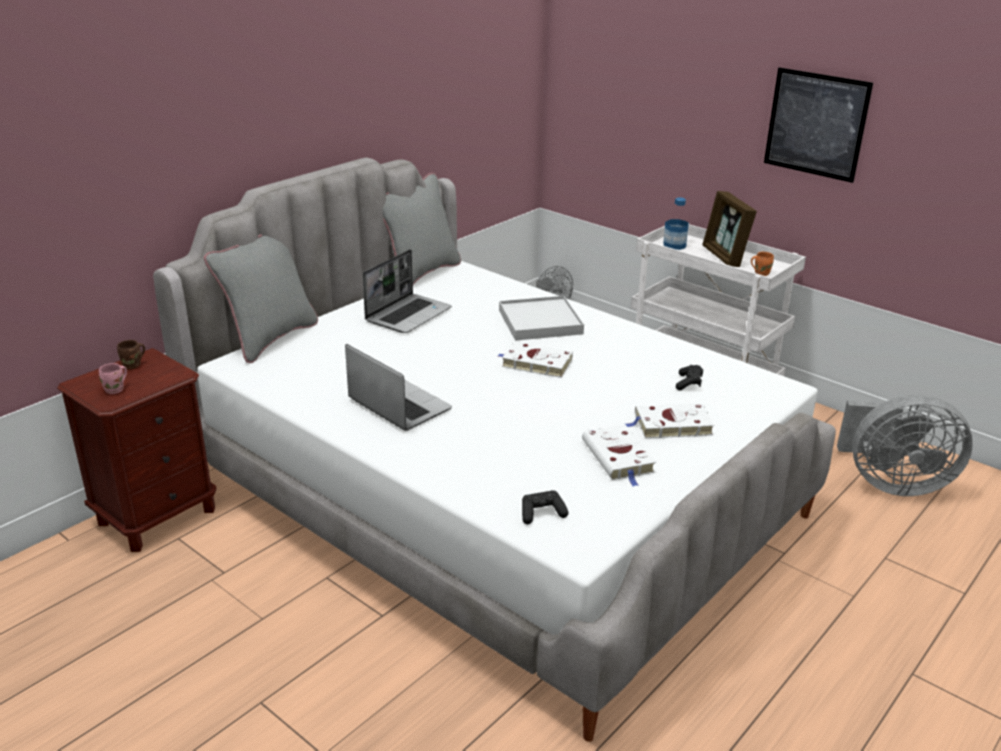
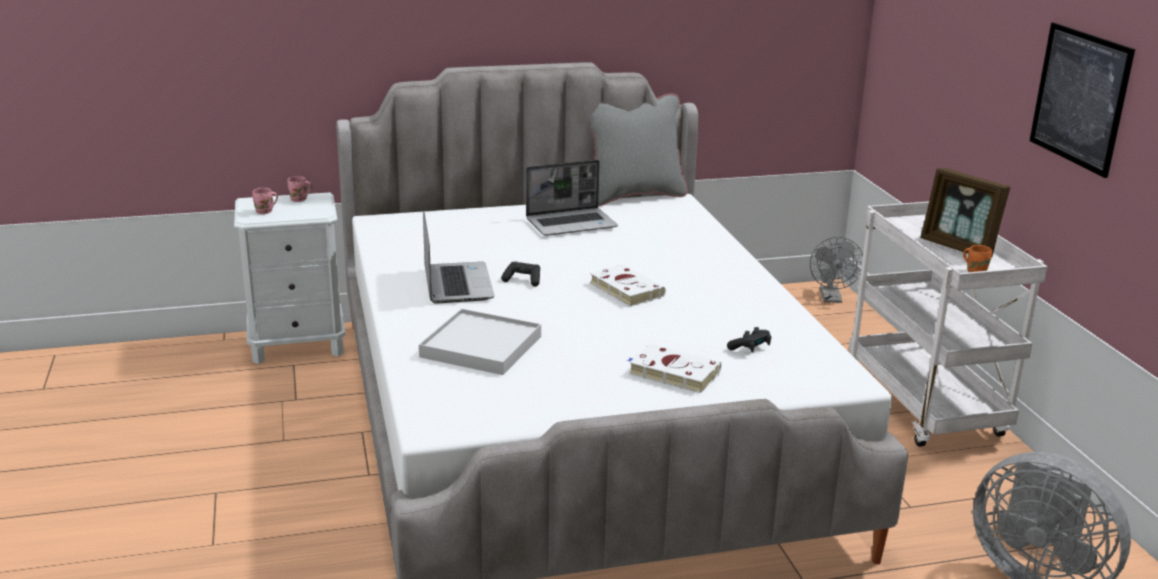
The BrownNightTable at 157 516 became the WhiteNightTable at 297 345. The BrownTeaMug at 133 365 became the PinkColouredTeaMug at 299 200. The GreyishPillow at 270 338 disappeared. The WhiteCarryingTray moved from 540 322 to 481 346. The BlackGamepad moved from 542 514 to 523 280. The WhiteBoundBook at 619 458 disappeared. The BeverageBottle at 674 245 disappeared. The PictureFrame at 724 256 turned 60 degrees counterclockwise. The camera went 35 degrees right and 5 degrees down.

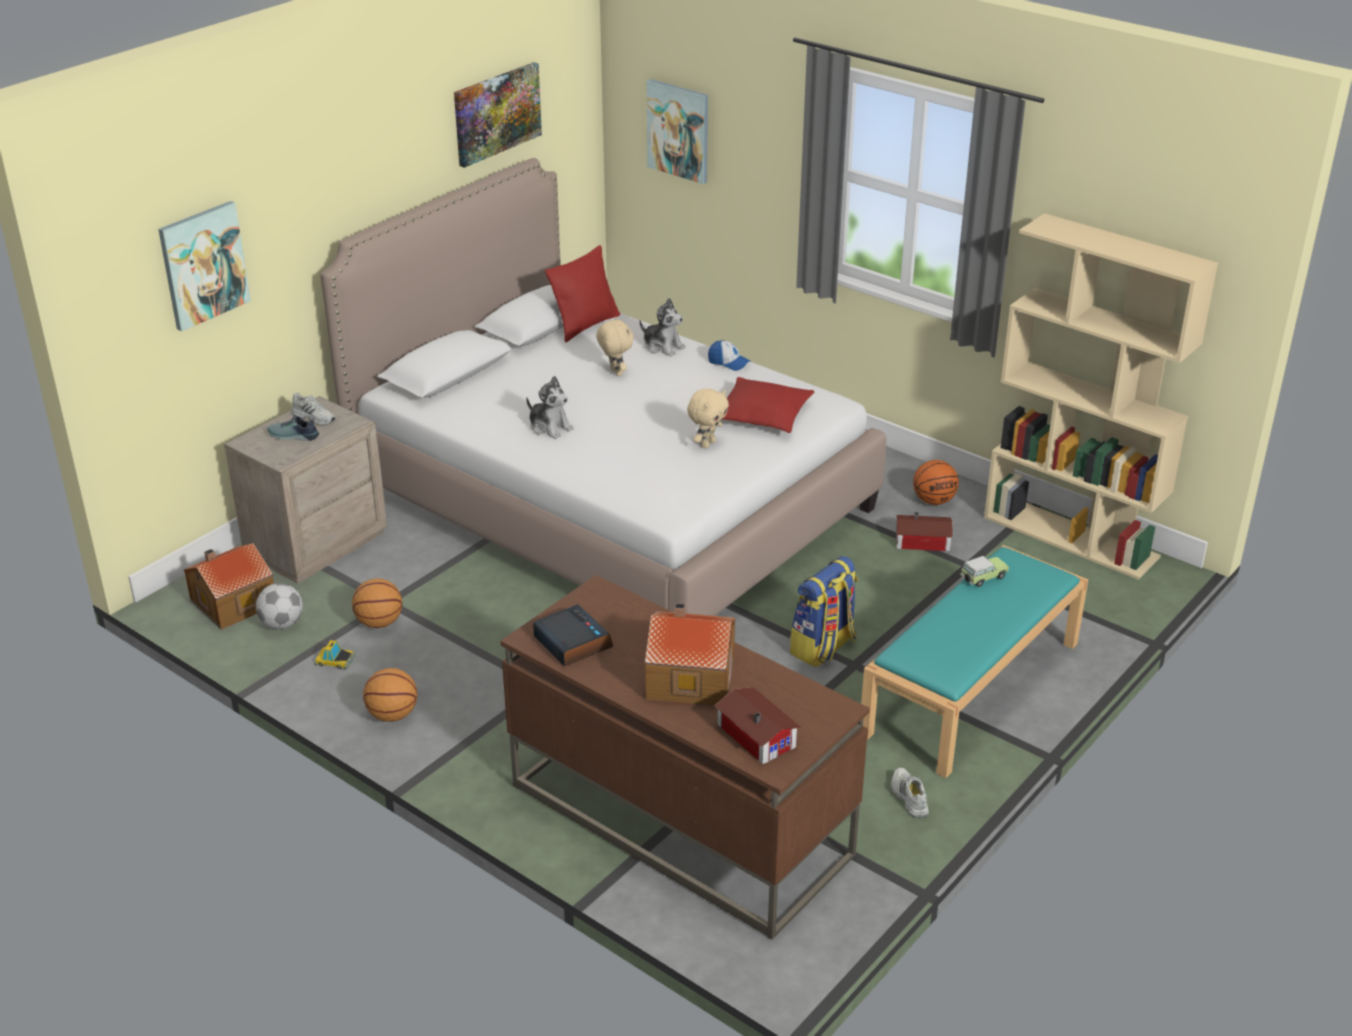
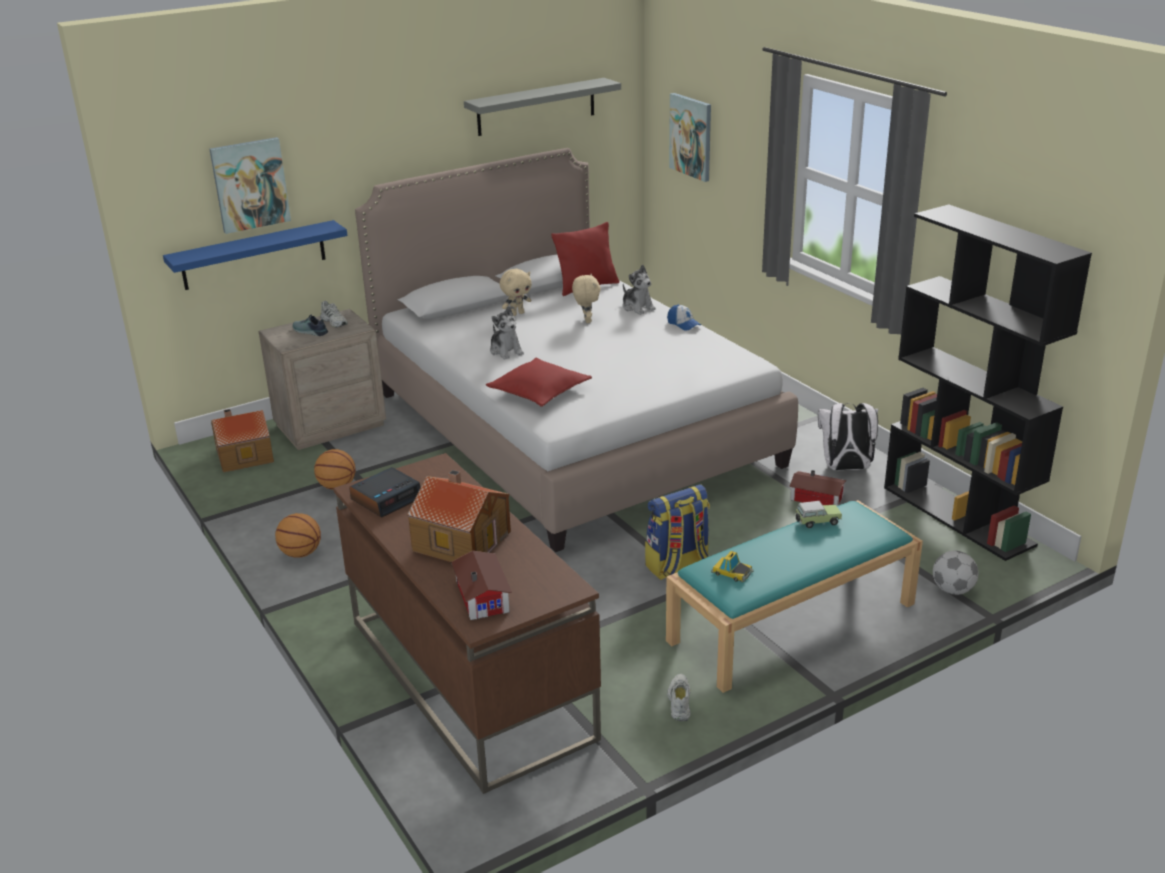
The FootballBall moved from 282 624 to 952 590. The ModelCar moved from 335 660 to 732 572. The WallPicture at 496 113 was replaced by the GreyishBracketShelf at 536 107. The AlarmClock at 572 642 turned 60 degrees clockwise. The BeigeColouredCuddlyToy moved from 707 444 to 517 314. The ReddishPillow moved from 763 415 to 539 392. The BallForBasketball at 934 501 was replaced by the WhiteKnapsack at 845 468. The BeigeColouredBookshelf at 1071 537 became the BlackBookshelf at 959 516. The BlueColouredBracketShelf at 254 255 appeared. The camera went 20 degrees right and 5 degrees down.

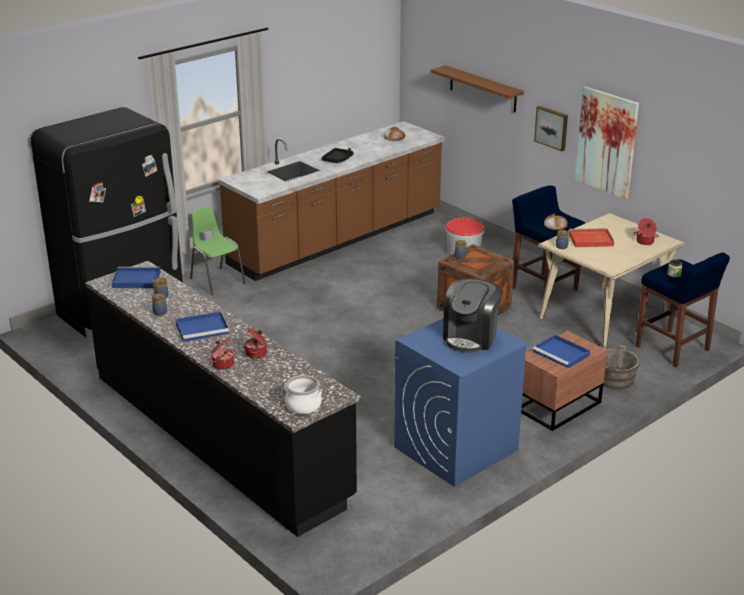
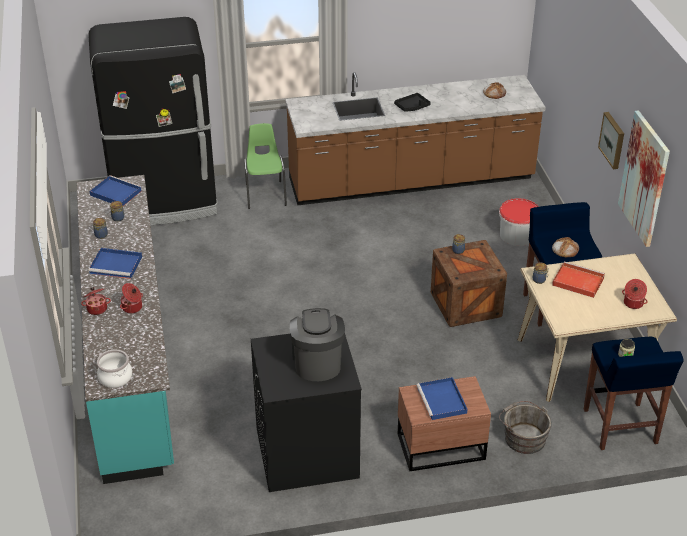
The BlackCounter at 219 435 became the TurquoiseColouredCounter at 131 357. The BlueColouredWashingMachine at 455 449 became the BlackWashingMachine at 306 453. The BrownBracketShelf at 483 89 disappeared. The CoffeeMachine at 471 337 turned 120 degrees clockwise. The camera went 30 degrees right and 10 degrees up.

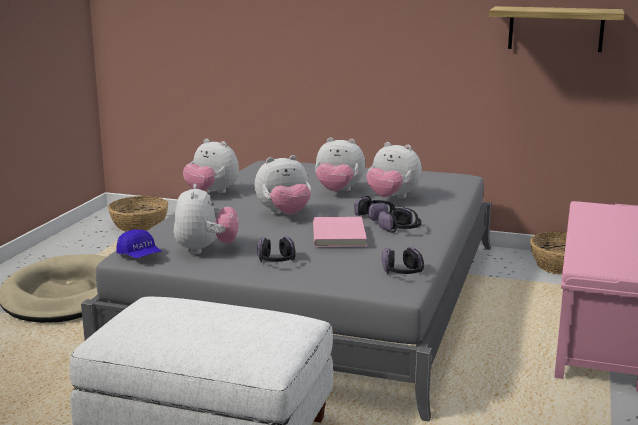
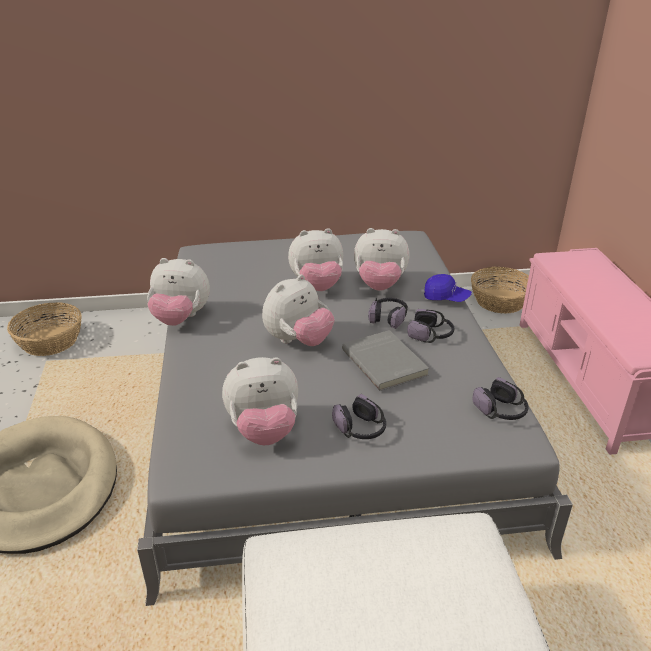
The BlueColouredPeakedCap moved from 140 256 to 446 297. The CuddlyToy at 205 250 turned 105 degrees clockwise. The PinkColouredBoundBook at 340 235 became the GreyishBoundBook at 385 362. The BracketShelf at 555 29 disappeared. The camera went 25 degrees left and 15 degrees up.

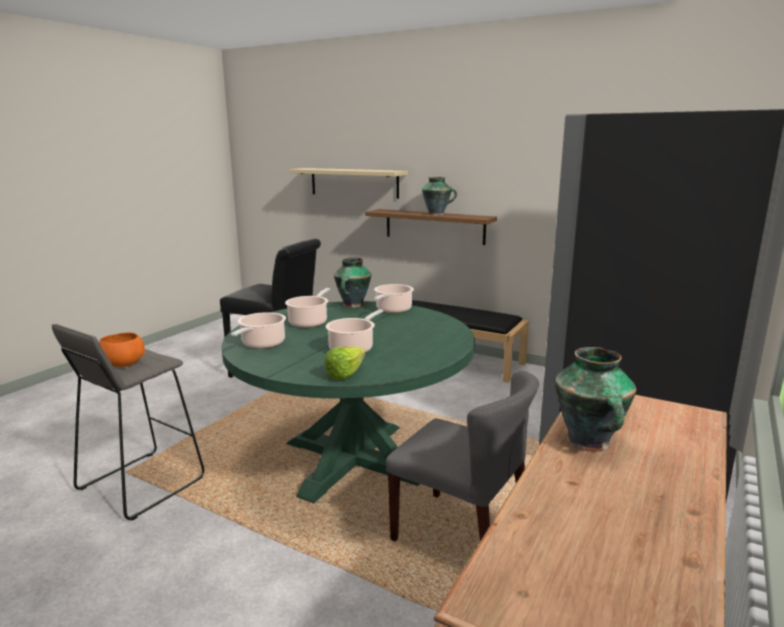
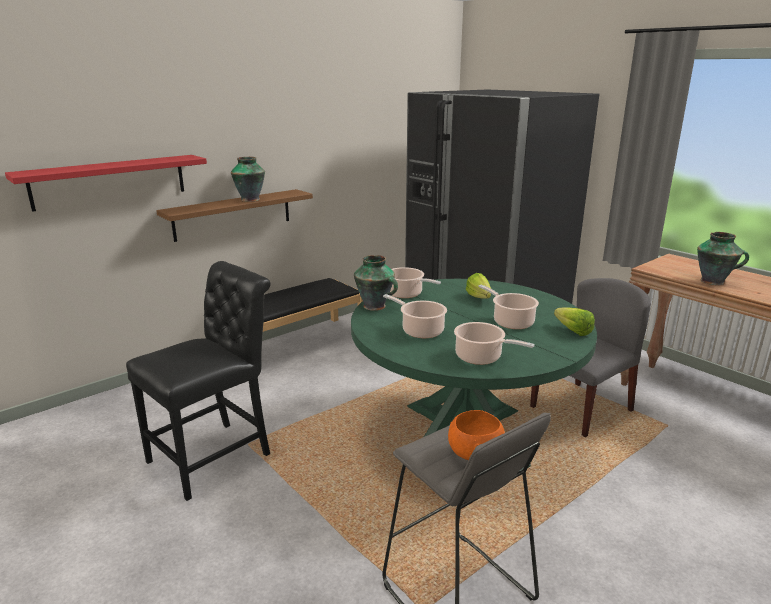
The BeigeColouredBracketShelf at 354 182 became the ReddishBracketShelf at 110 181. The LettuceHead at 480 299 appeared. The camera went 70 degrees left and 5 degrees up.

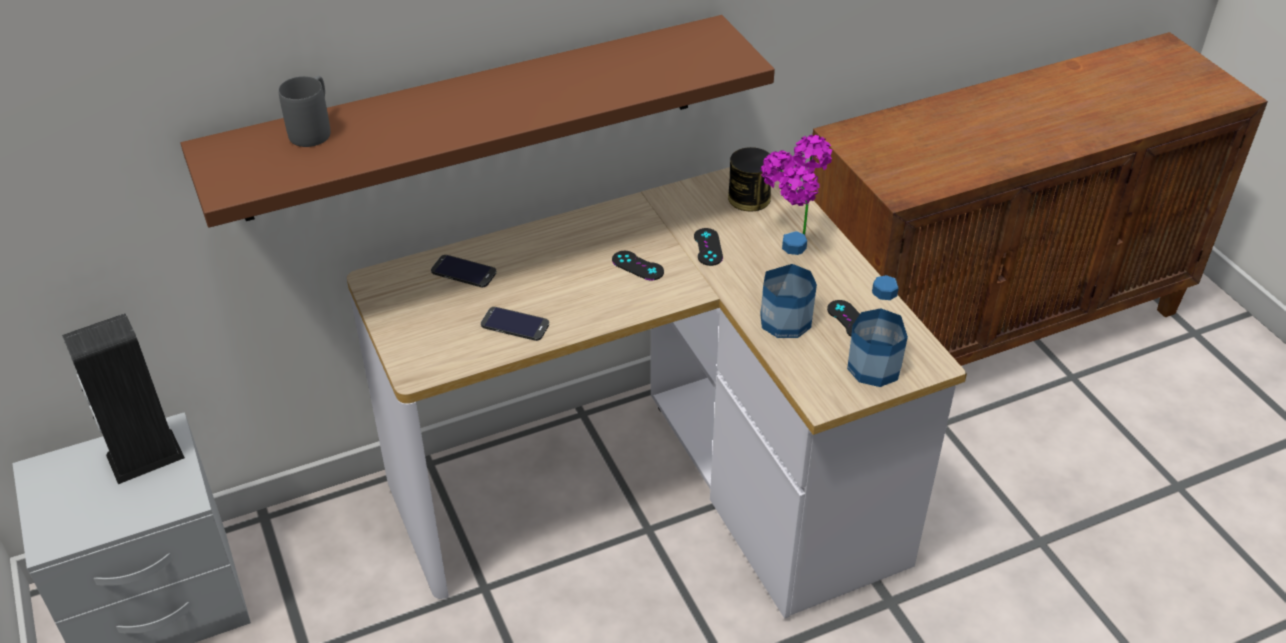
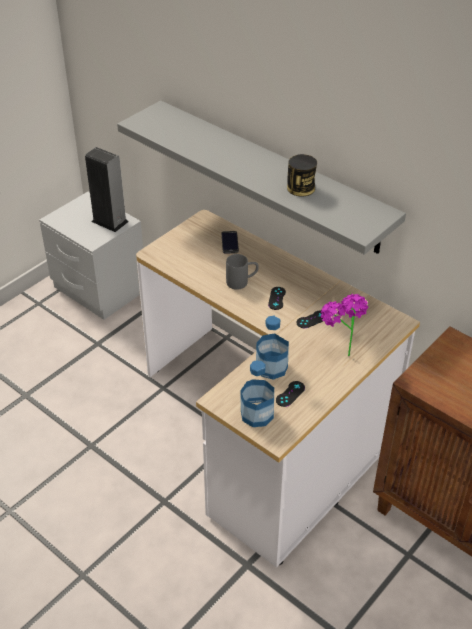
The BrownBracketShelf at 473 118 became the GreyishBracketShelf at 272 176. The GreyishTeaMug moved from 314 129 to 242 282. The Handset at 515 324 disappeared. The Can moved from 749 198 to 301 188. The camera went 65 degrees right and 0 degrees up.

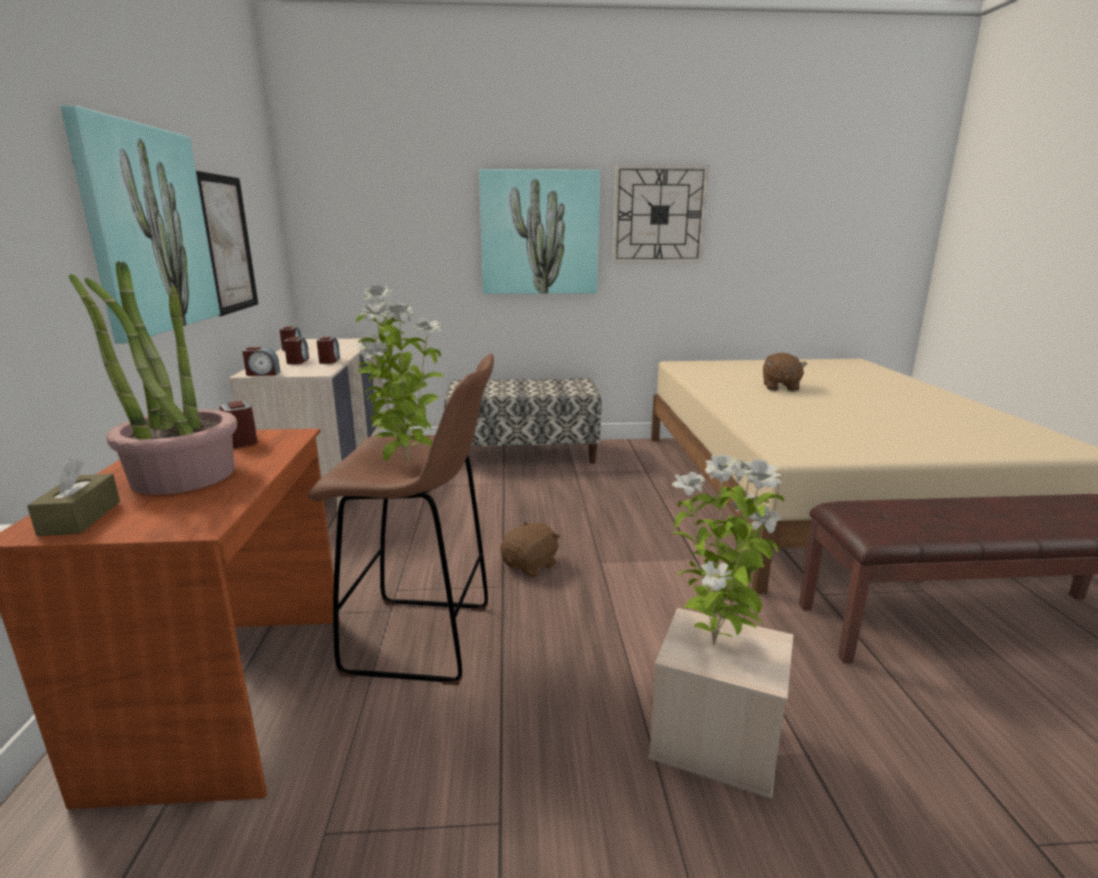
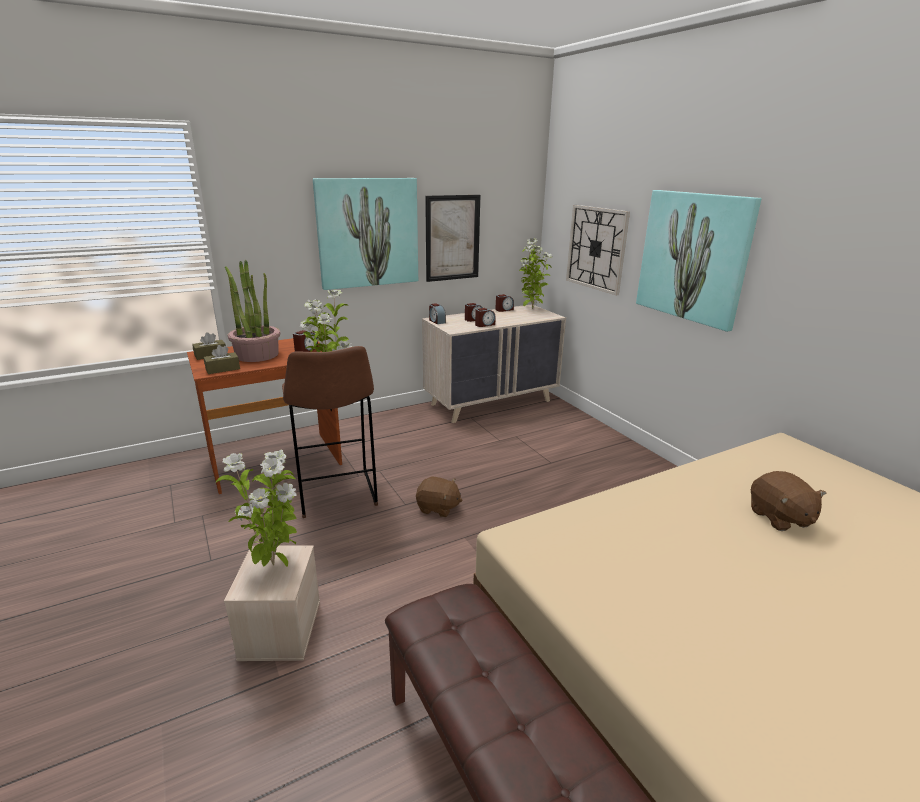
The Bench at 523 454 disappeared. The ClockOnTheWall moved from 659 215 to 596 248. The BrownCuddlyToy at 780 387 turned 90 degrees counterclockwise. The BrownBoxOfTissues at 223 369 appeared. The PlantInAPot at 531 309 appeared. The camera went 65 degrees right and 5 degrees up.

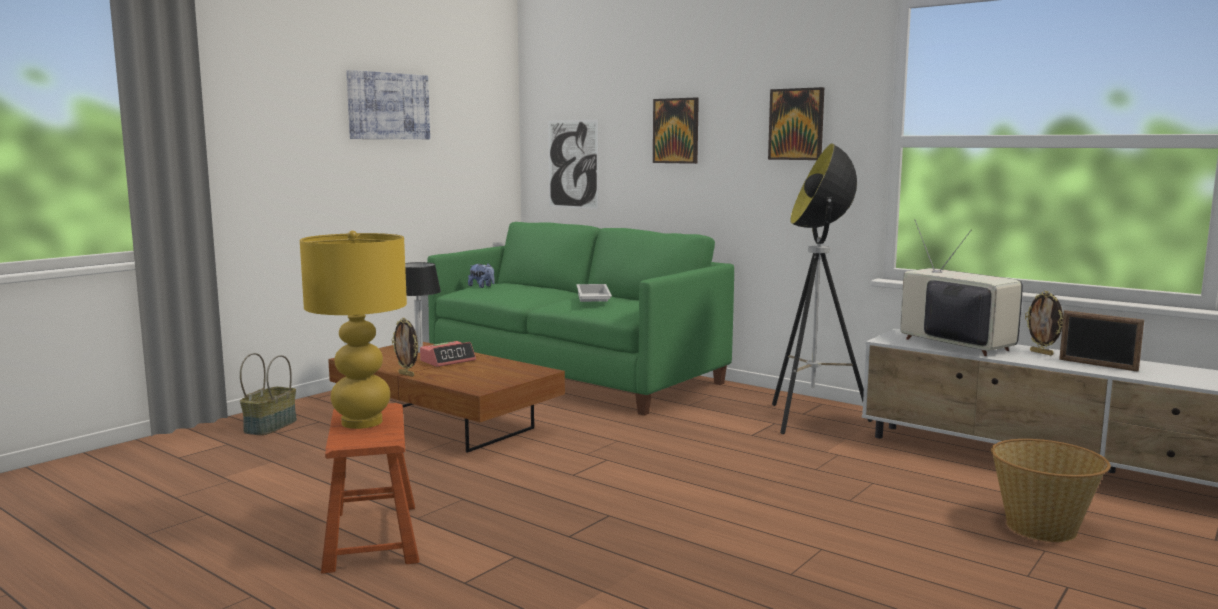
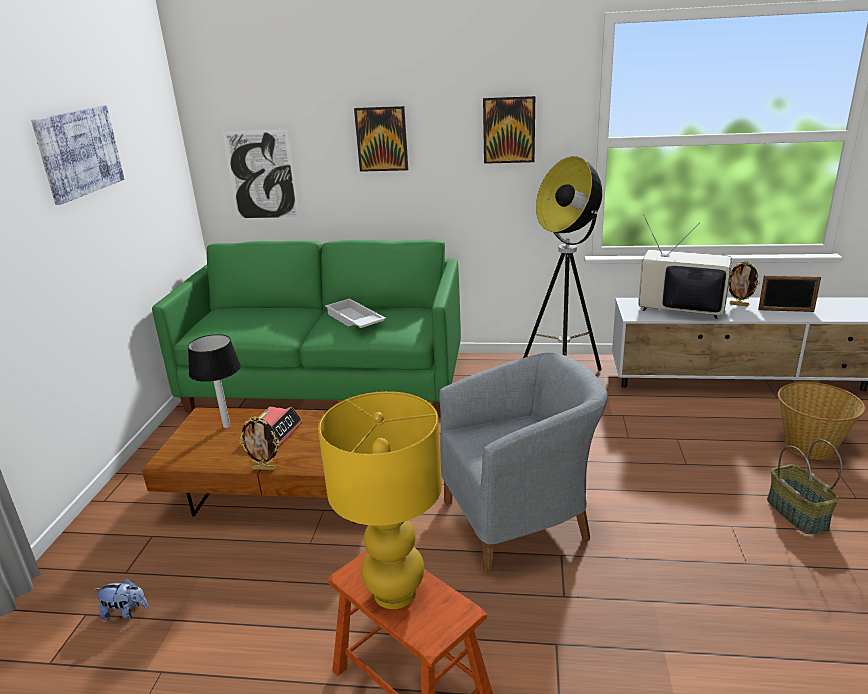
The StorageBasket moved from 270 426 to 795 513. The CuddlyToy moved from 482 286 to 126 612. The GreyishEasyChair at 521 518 appeared. The camera went 30 degrees left and 15 degrees up.

